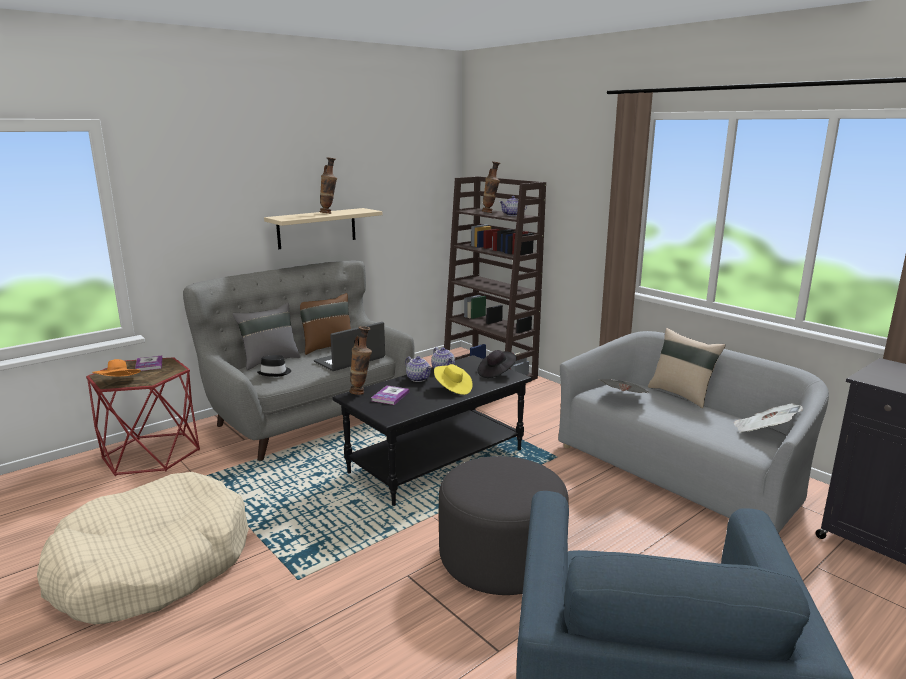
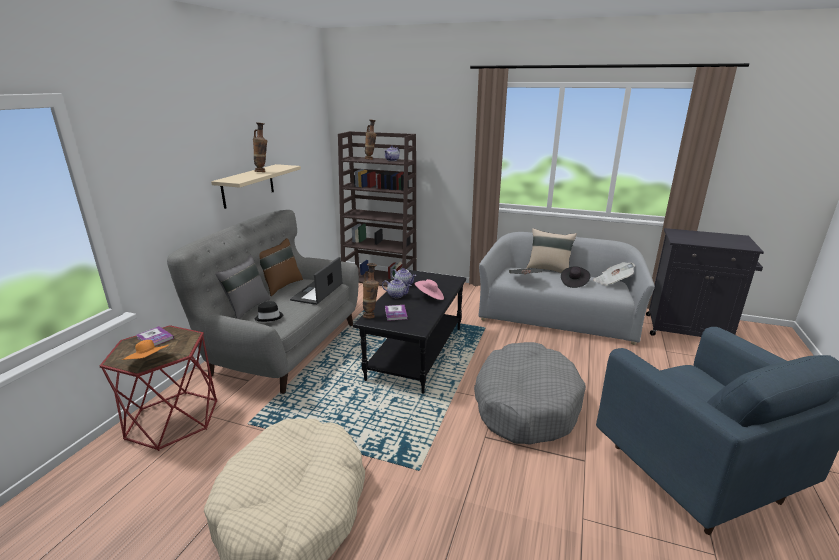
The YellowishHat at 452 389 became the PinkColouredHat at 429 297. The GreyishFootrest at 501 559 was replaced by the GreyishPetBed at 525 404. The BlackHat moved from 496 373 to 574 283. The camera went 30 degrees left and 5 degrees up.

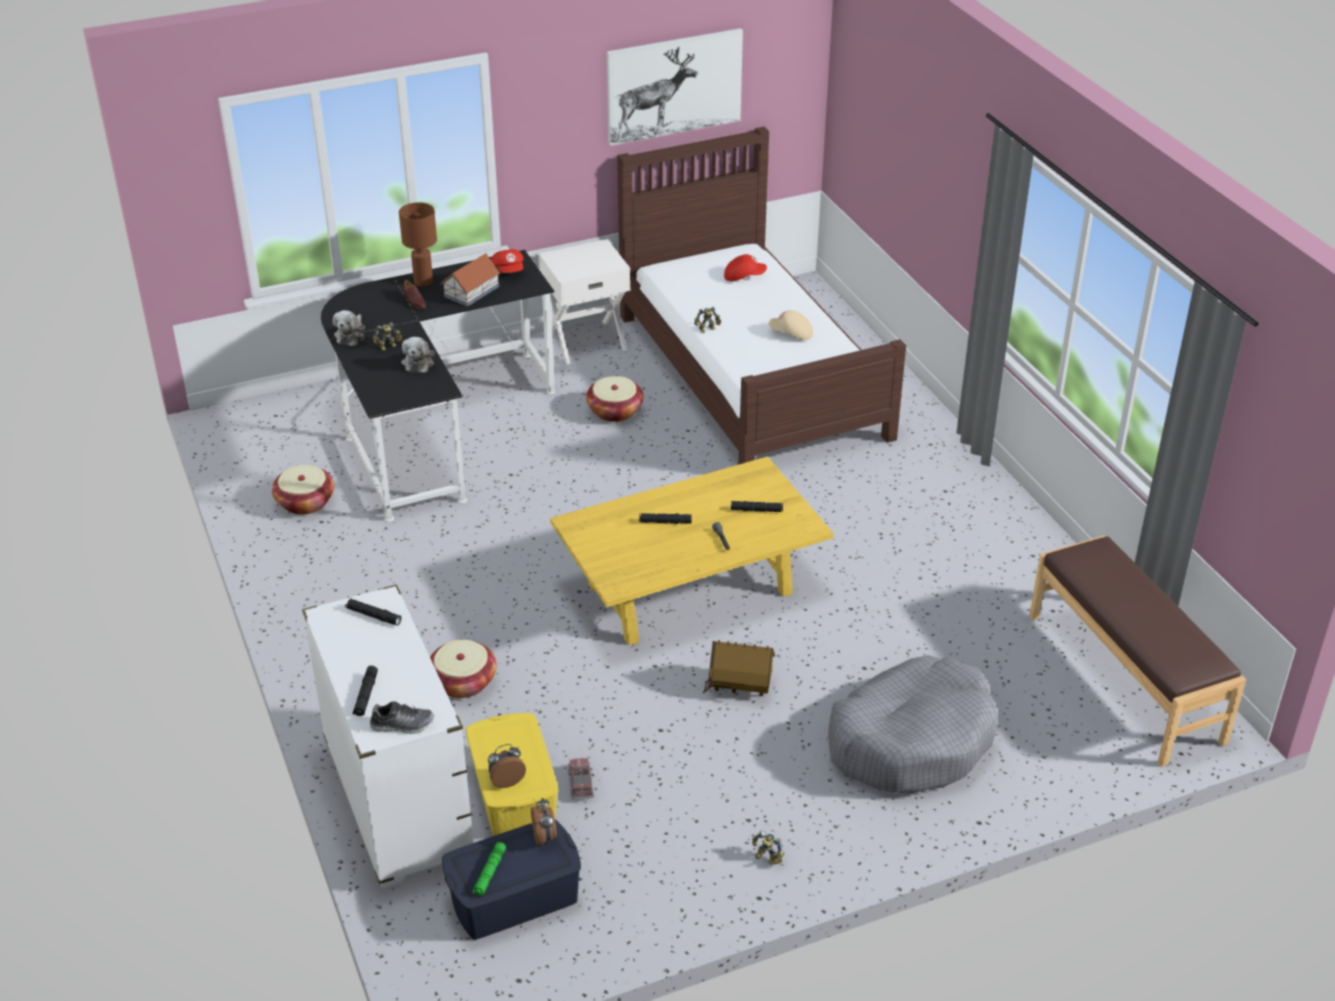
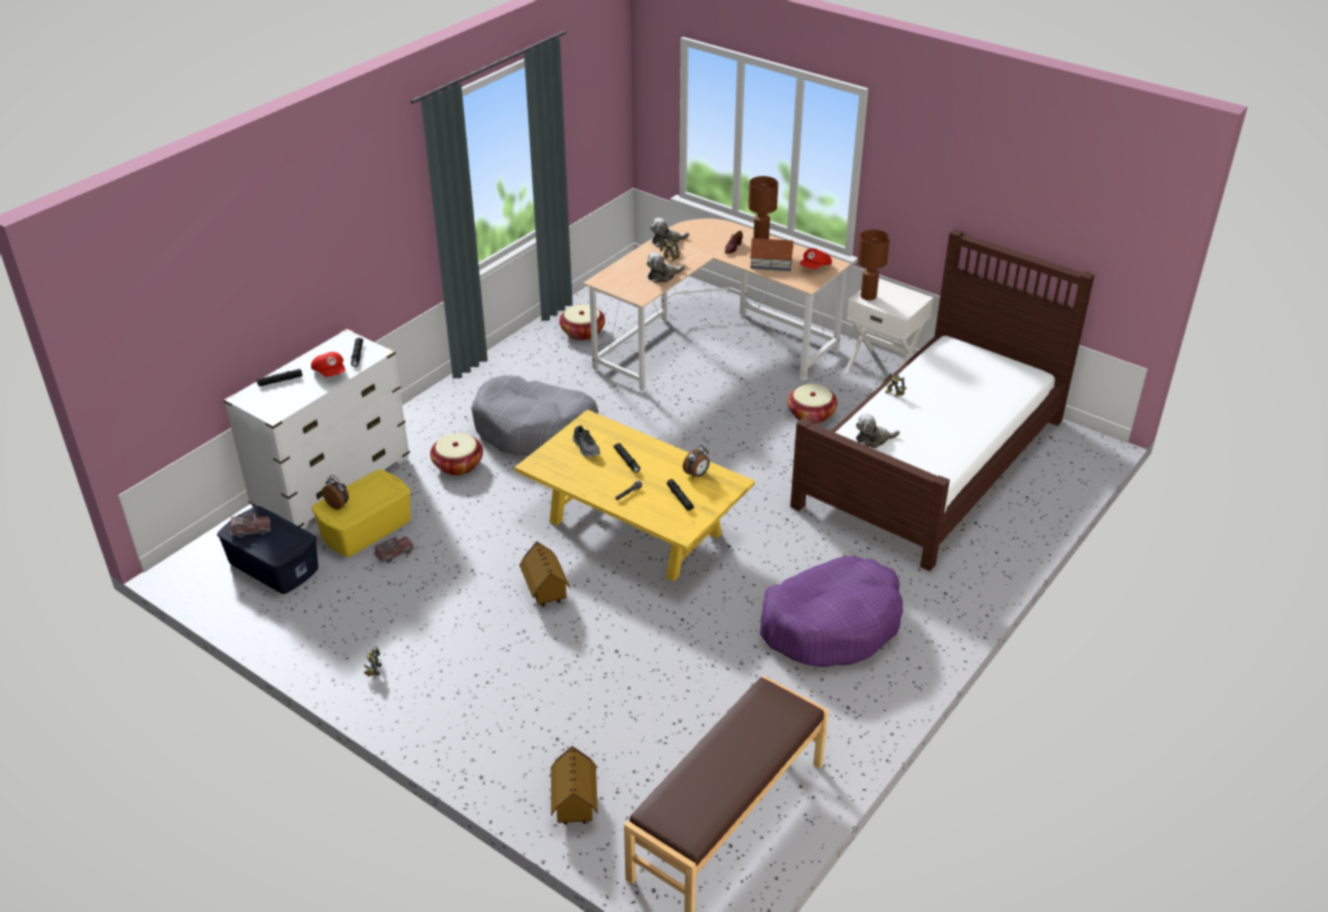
The BlackDesk at 431 424 became the BeigeColouredDesk at 711 344. The LowShoe moved from 402 725 to 586 448. The GreenHandTorch at 489 873 was replaced by the ToyTruck at 251 530. The AlarmClock moved from 545 837 to 697 475. The WallPicture at 674 86 disappeared. The ReddishPeakedCap moved from 744 276 to 330 372. The BeigeColouredPeakedCap at 791 334 disappeared. The GreyishPetBed moved from 911 740 to 535 429. The ModelHouse at 574 805 appeared. The PurplePetBed at 831 624 appeared. The CuddlyToy at 873 439 appeared. The BrownTabletopLamp at 868 296 appeared. The camera went 60 degrees right and 0 degrees up.

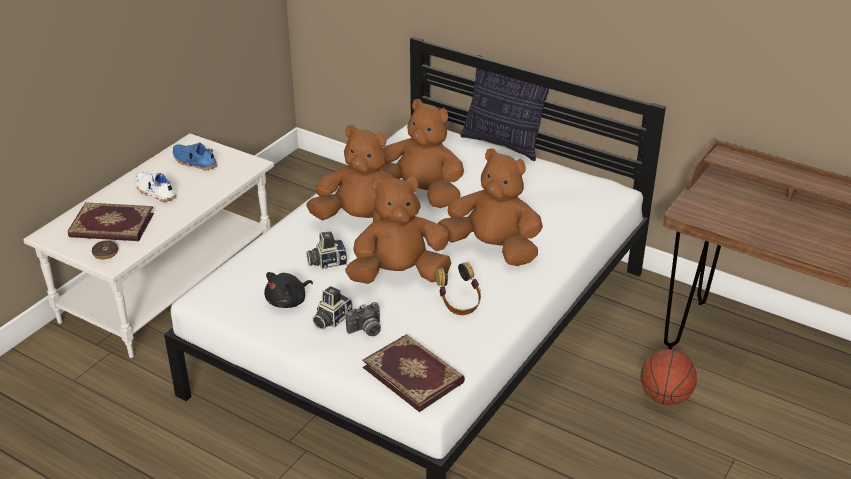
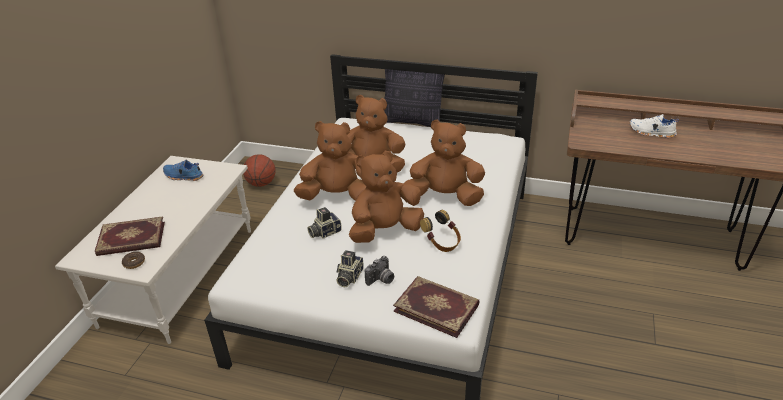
The WhiteLowShoe moved from 155 192 to 651 133. The BlackCuddlyToy at 288 301 disappeared. The BallForBasketball moved from 664 397 to 261 183. The camera went 15 degrees left and 0 degrees up.

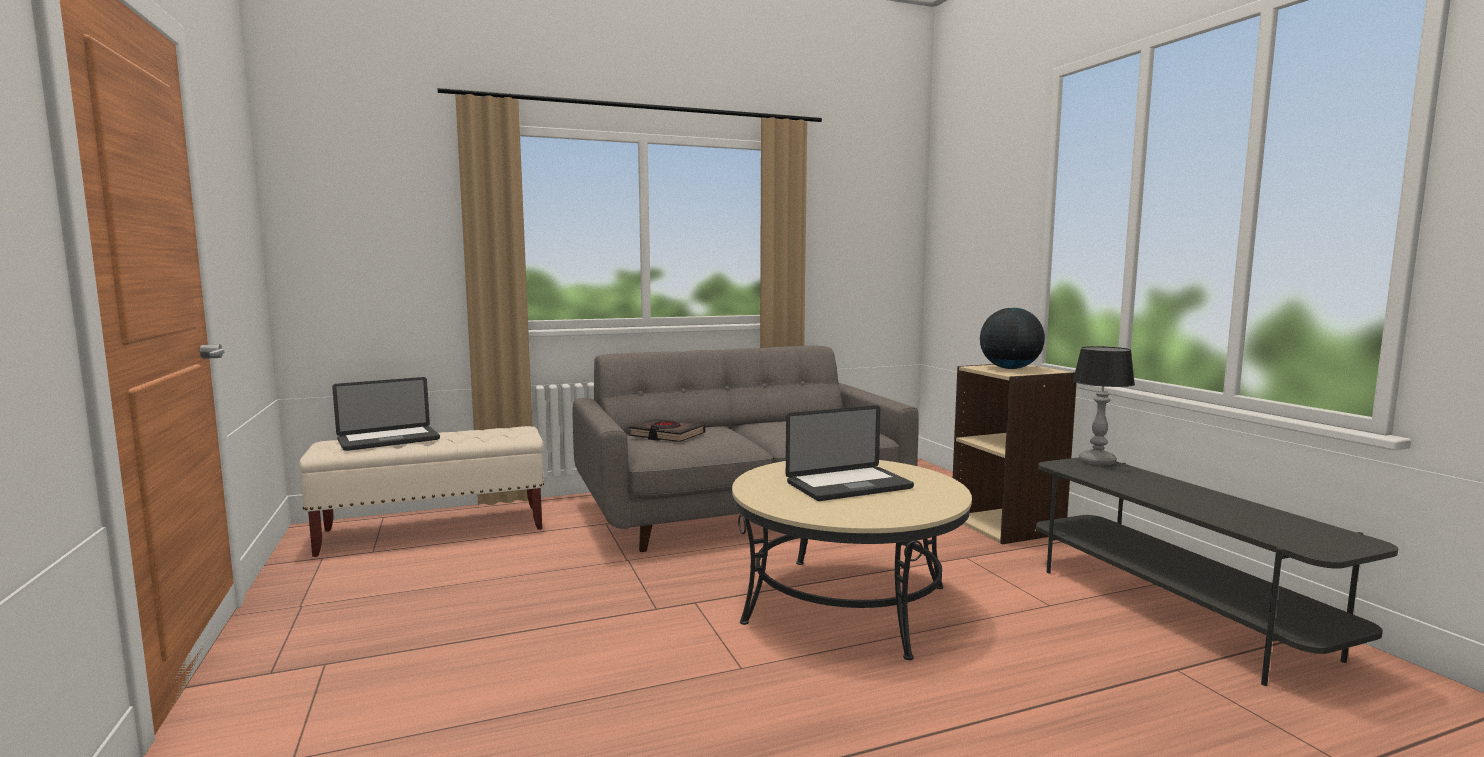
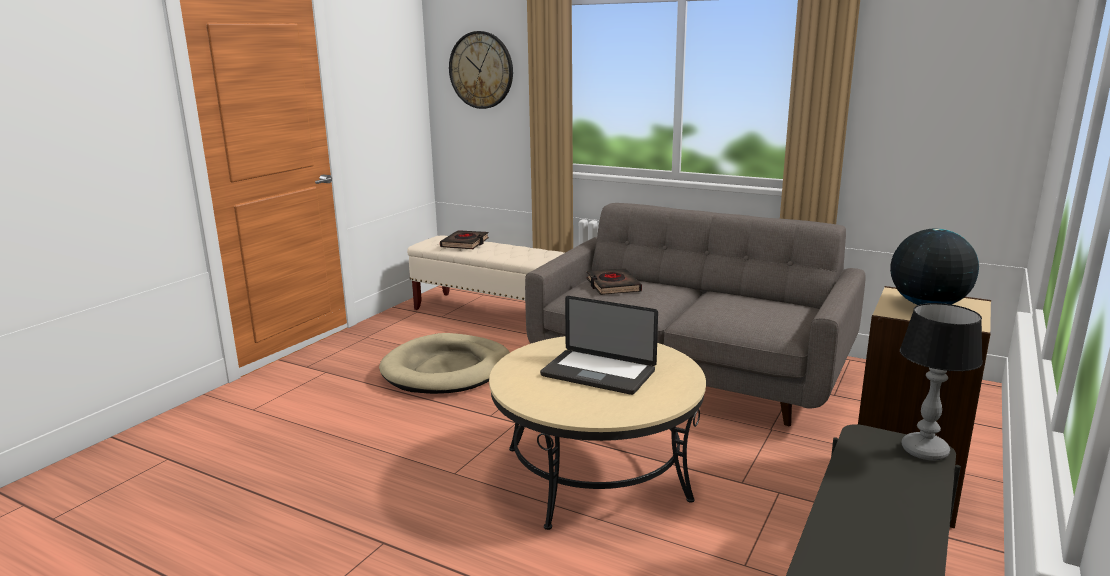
The NotebookComputer at 389 440 was replaced by the BlackBoundBook at 465 243. The BeigeColouredPetBed at 447 369 appeared. The ClockOnTheWall at 481 70 appeared. The camera went 50 degrees right and 10 degrees up.

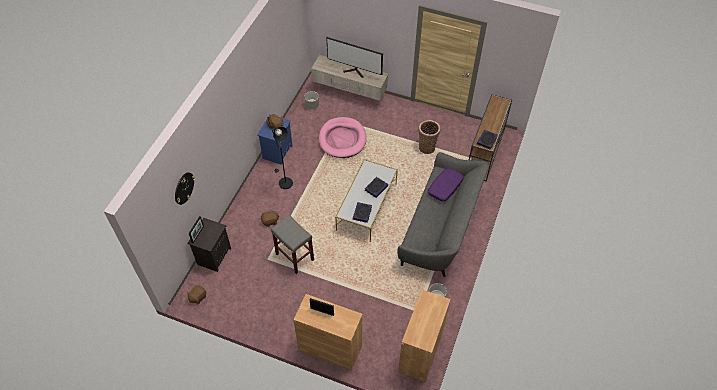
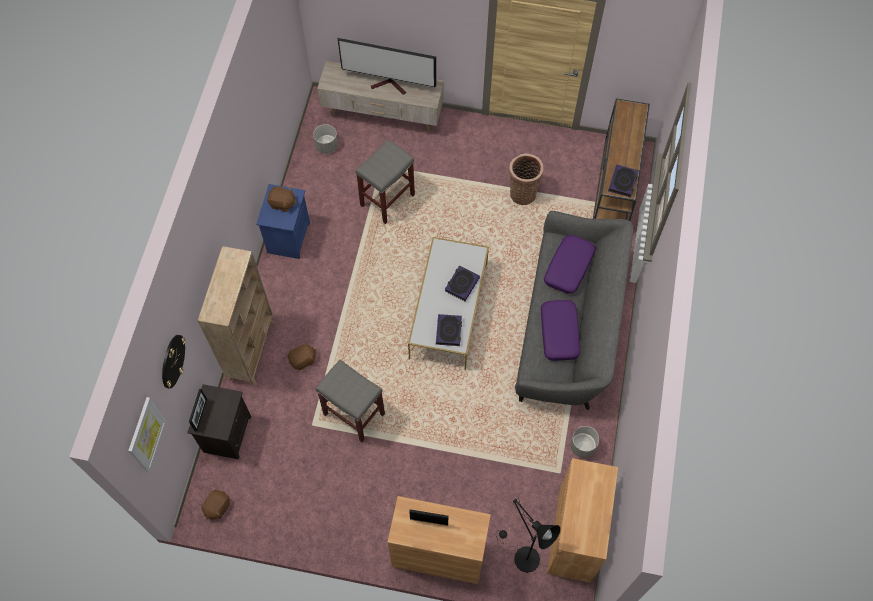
The BlackStandingLamp moved from 283 181 to 522 556. The PinkColouredPetBed at 342 139 was replaced by the GreyishSittingStool at 387 199. The WallPicture at 146 434 appeared. The BeigeColouredBookshelf at 252 350 appeared. The PurplePillow at 559 333 appeared. The camera went 10 degrees left and 10 degrees up.

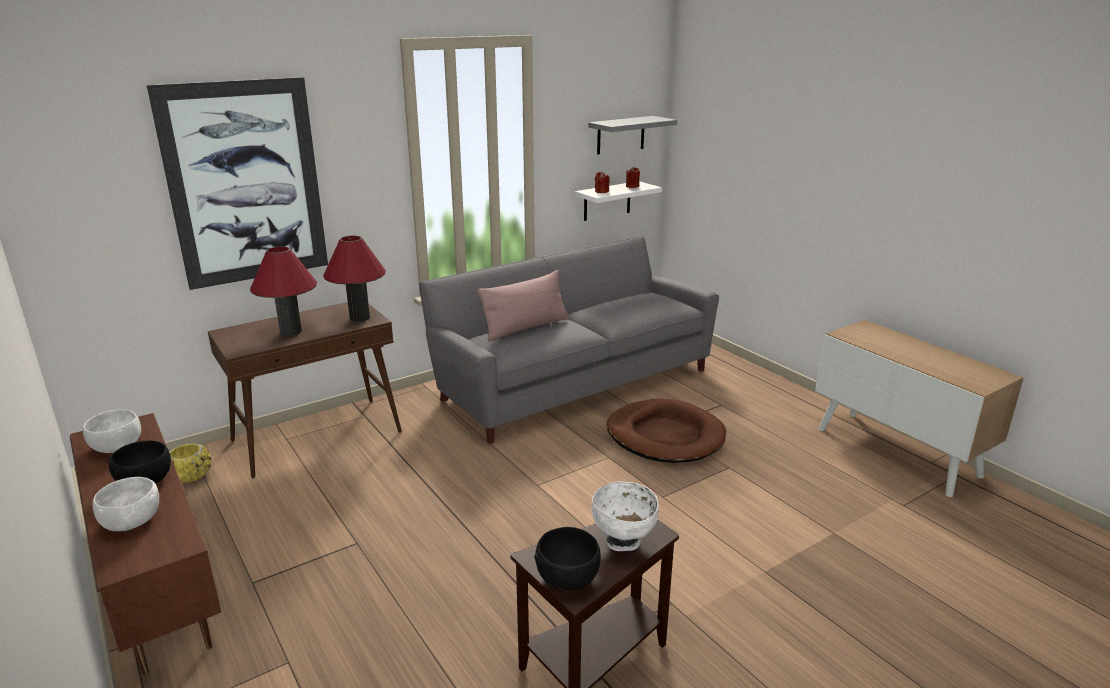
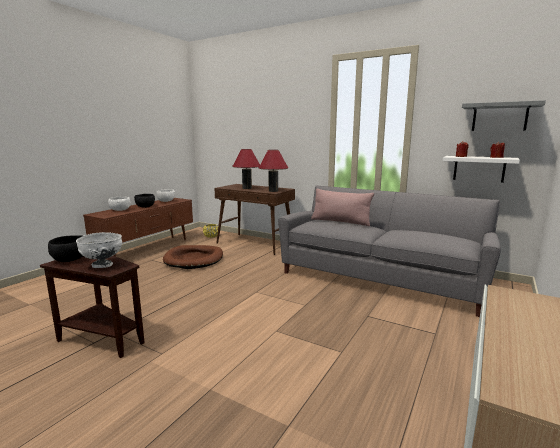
The WallPicture at 246 183 disappeared. The BrownPetBed moved from 665 436 to 194 259. The camera went 65 degrees right and 10 degrees down.

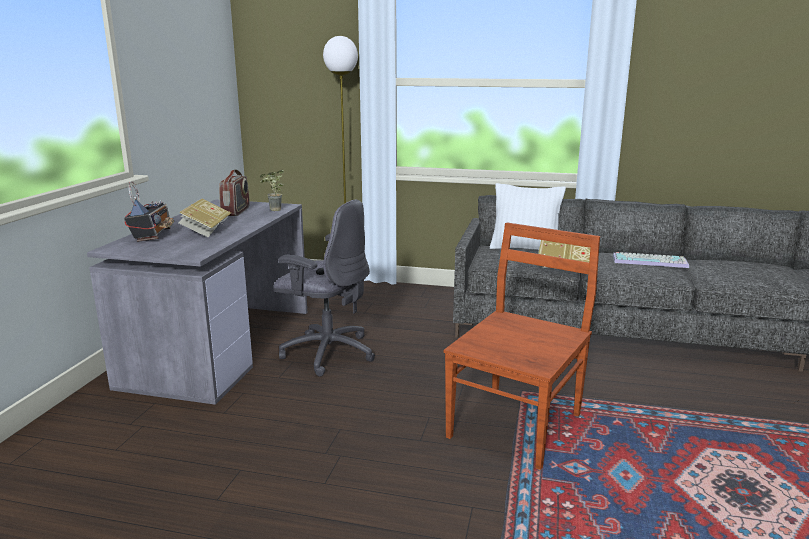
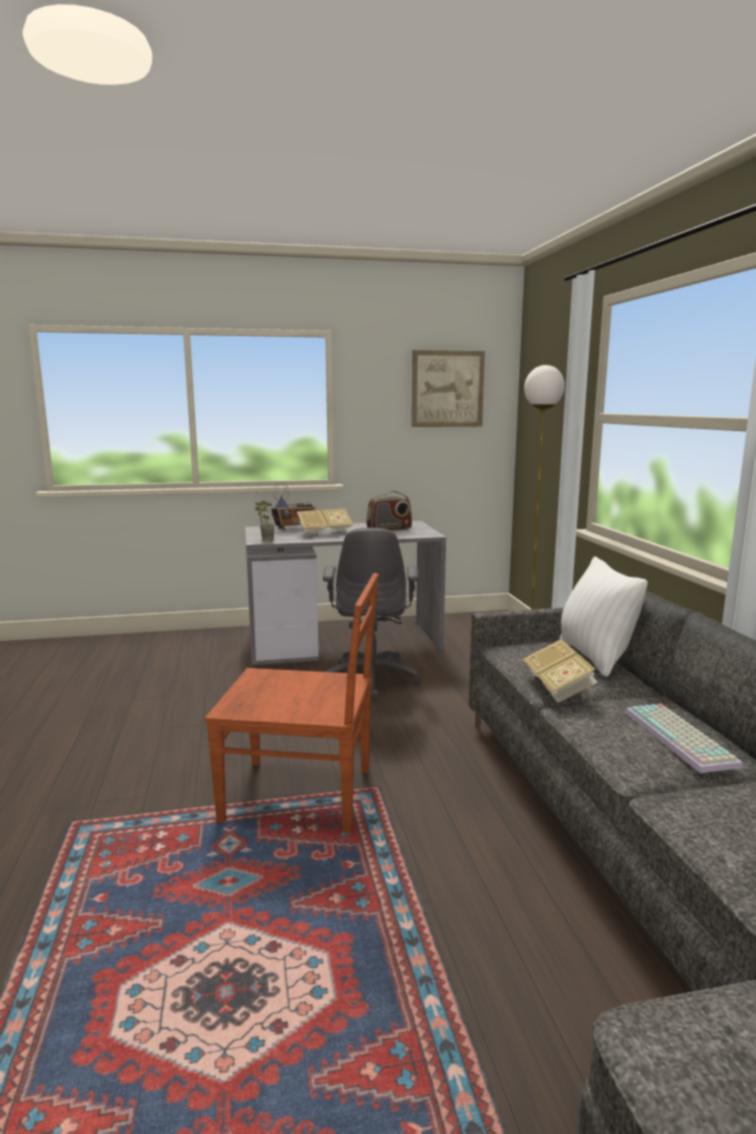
The PlantInAPot moved from 273 210 to 264 541. The WallPicture at 447 389 appeared. The camera went 65 degrees right and 5 degrees down.

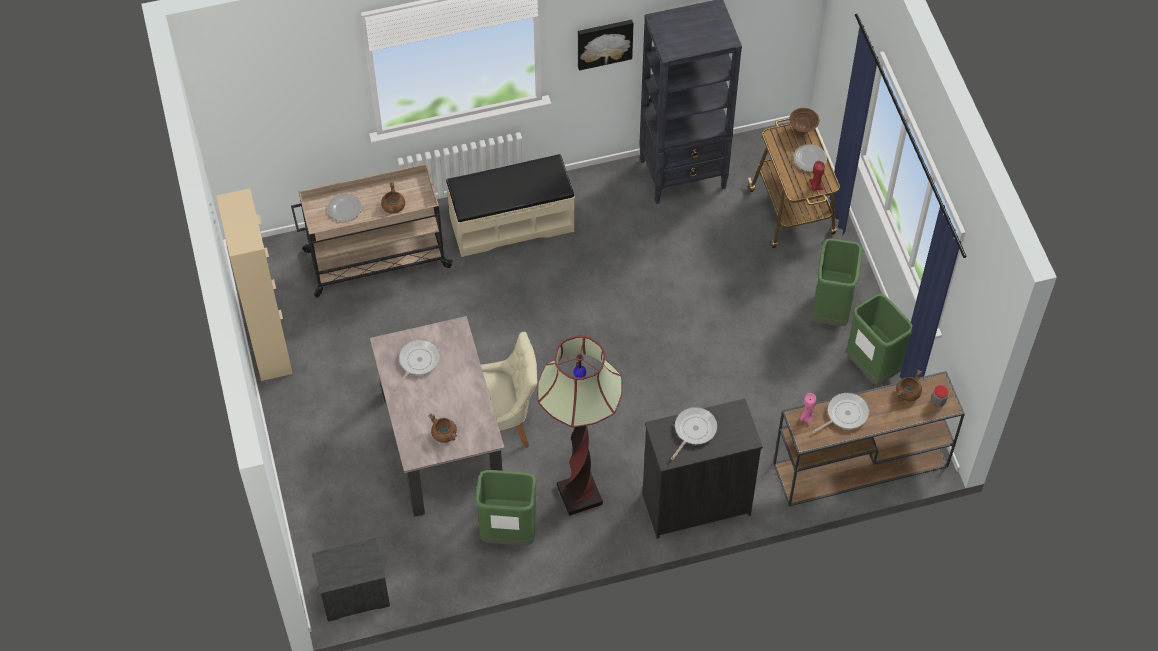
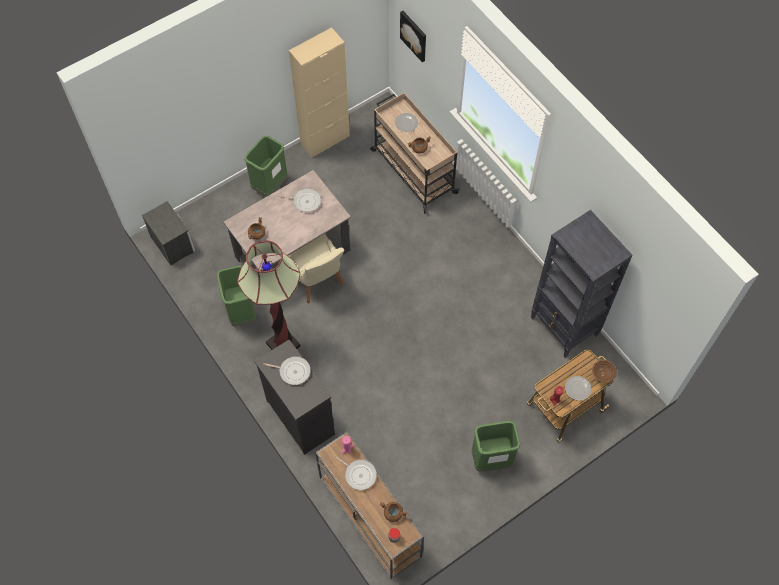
The BeigeColouredBench at 511 223 disappeared. The WallPicture moved from 604 42 to 414 35. The GreenRubbishBin moved from 872 367 to 270 186. The camera went 70 degrees right and 5 degrees up.

